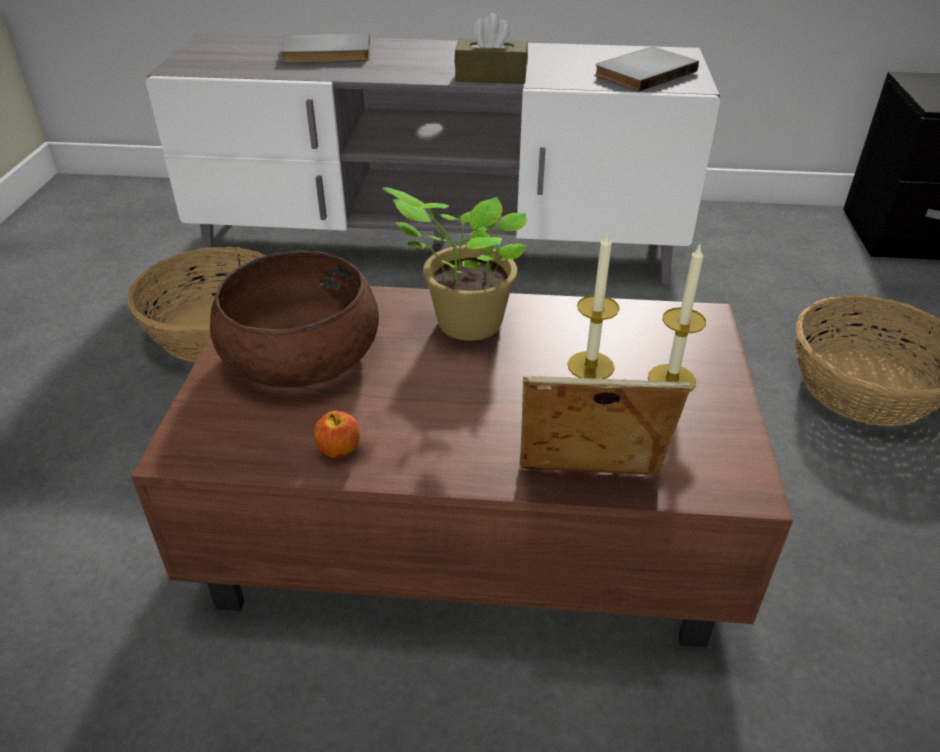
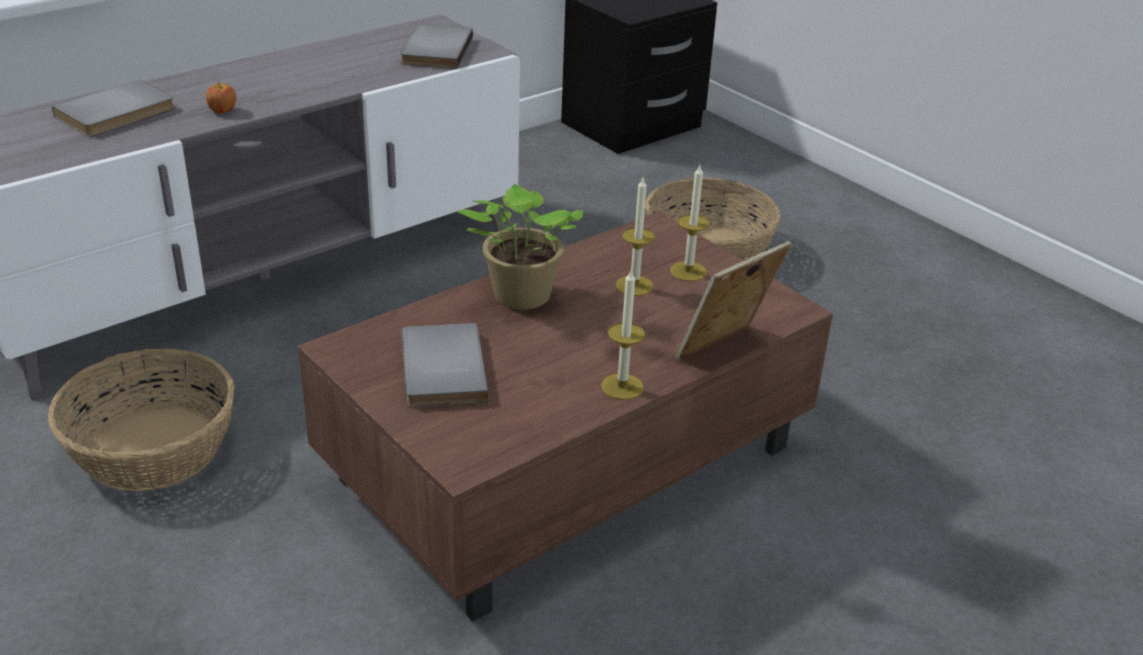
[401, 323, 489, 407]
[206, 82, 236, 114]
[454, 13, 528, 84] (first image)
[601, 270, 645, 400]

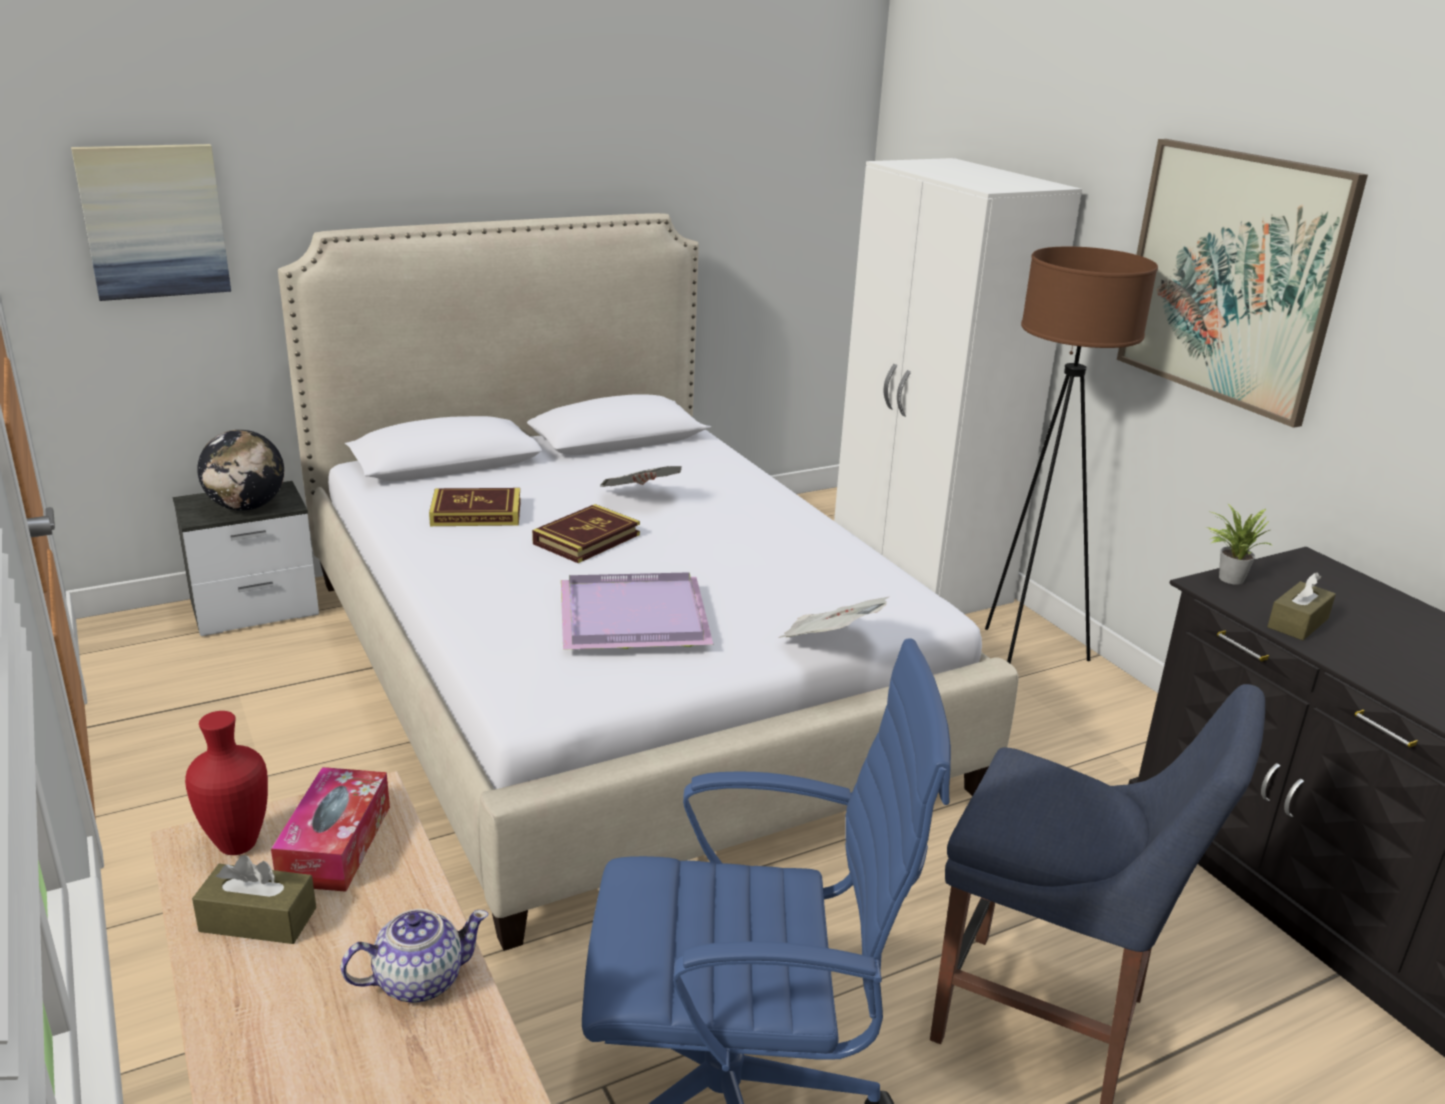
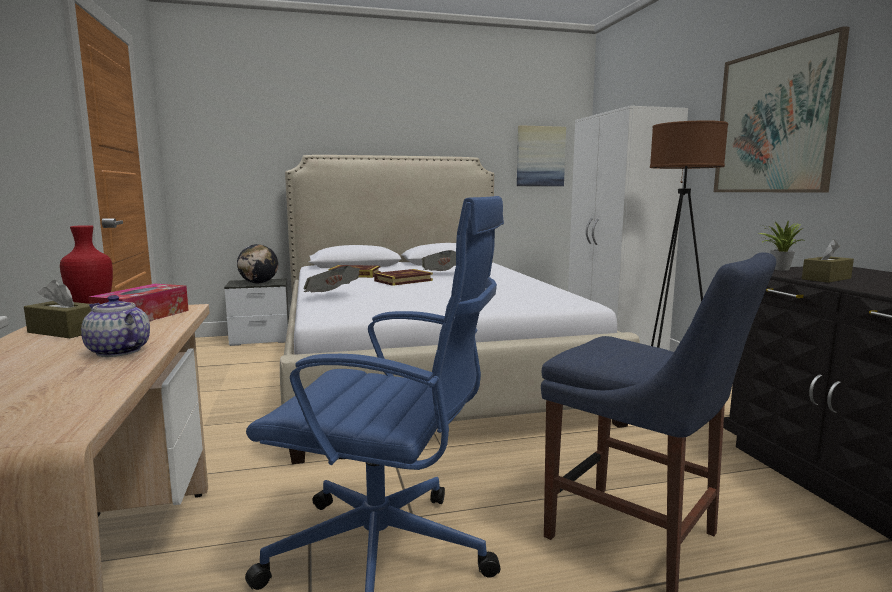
[517, 125, 566, 186]
[81, 295, 150, 357]
[561, 572, 713, 650] (first image)
[303, 266, 360, 292]

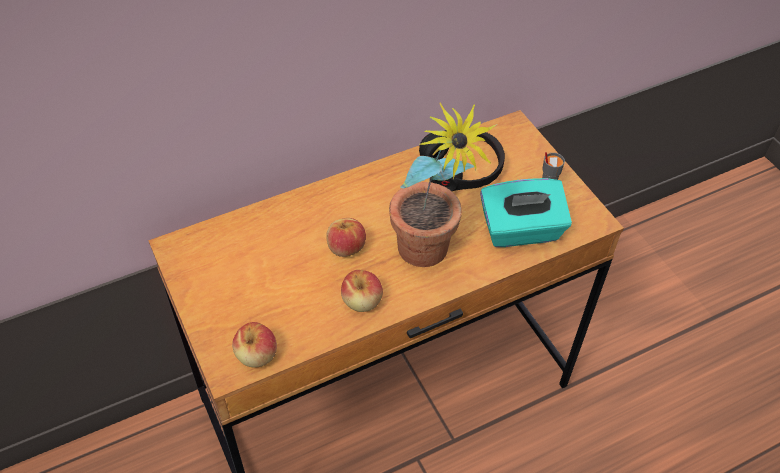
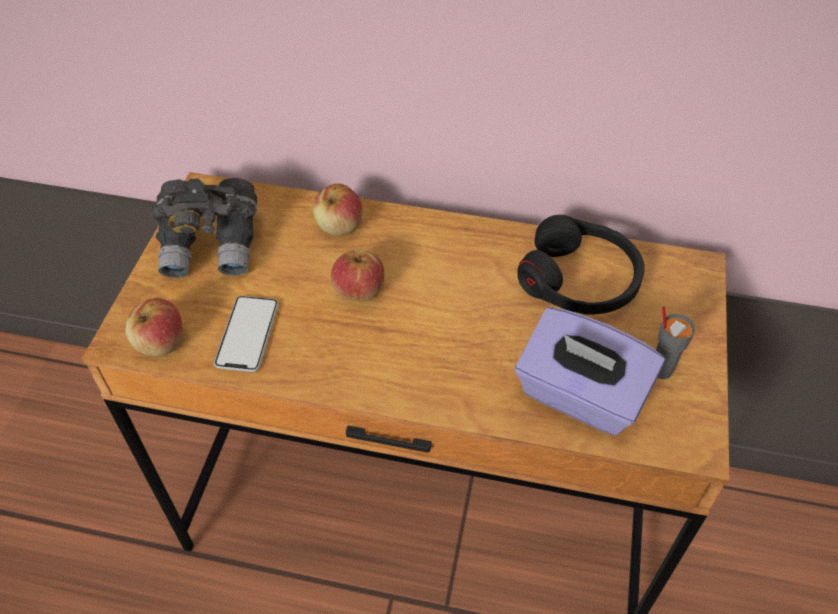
[313, 184, 362, 236]
[389, 102, 498, 267] (first image)
[515, 307, 665, 435]
[150, 178, 257, 278]
[214, 296, 279, 372]

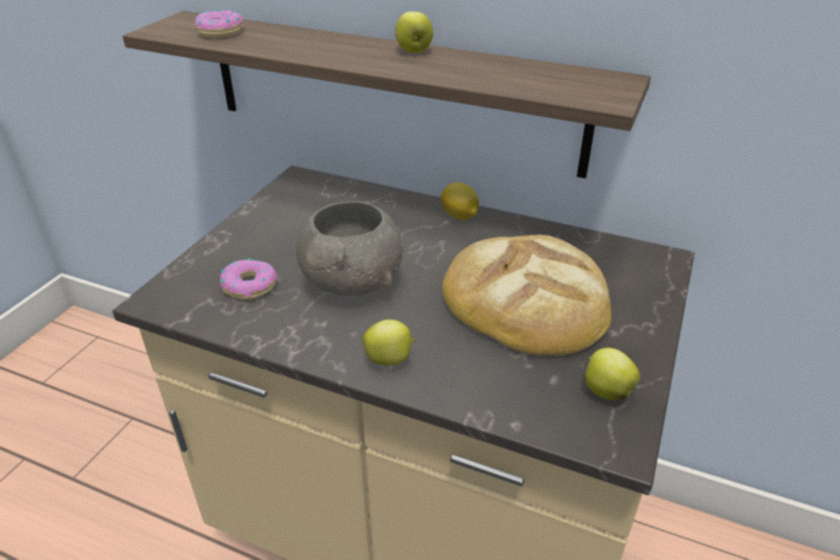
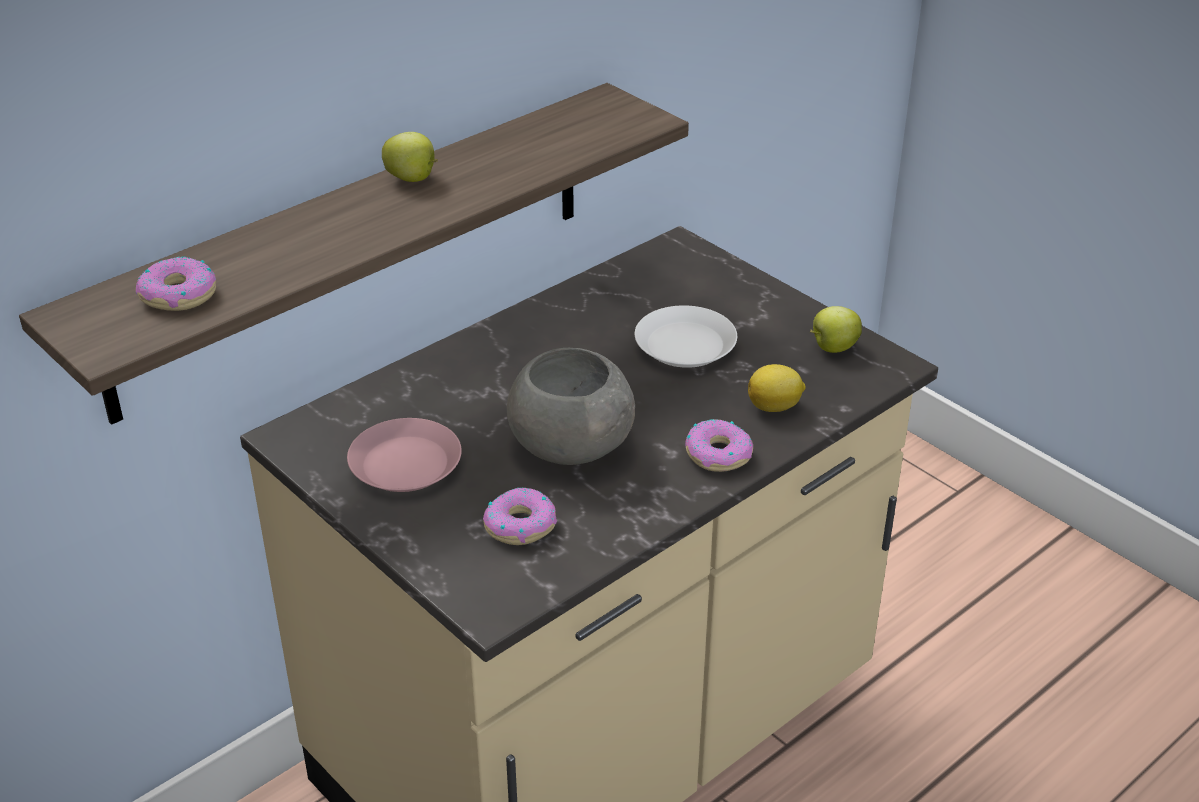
[685, 419, 753, 472]
[748, 364, 806, 412]
[635, 305, 737, 368]
[347, 418, 462, 492]

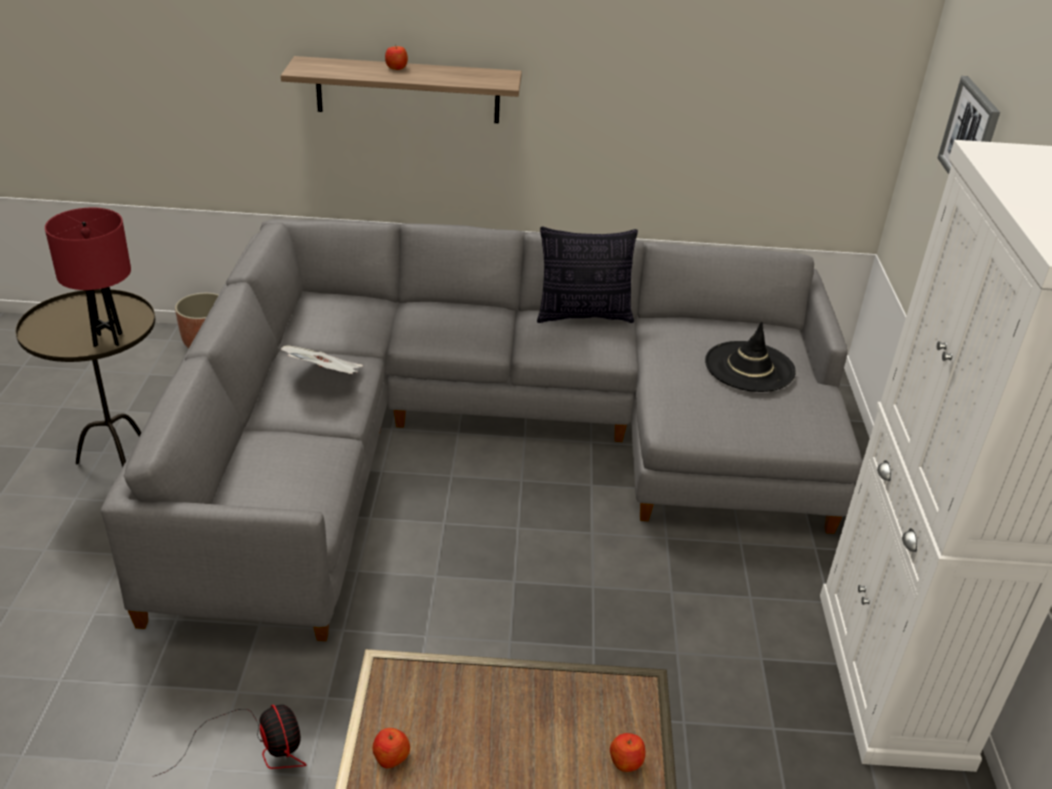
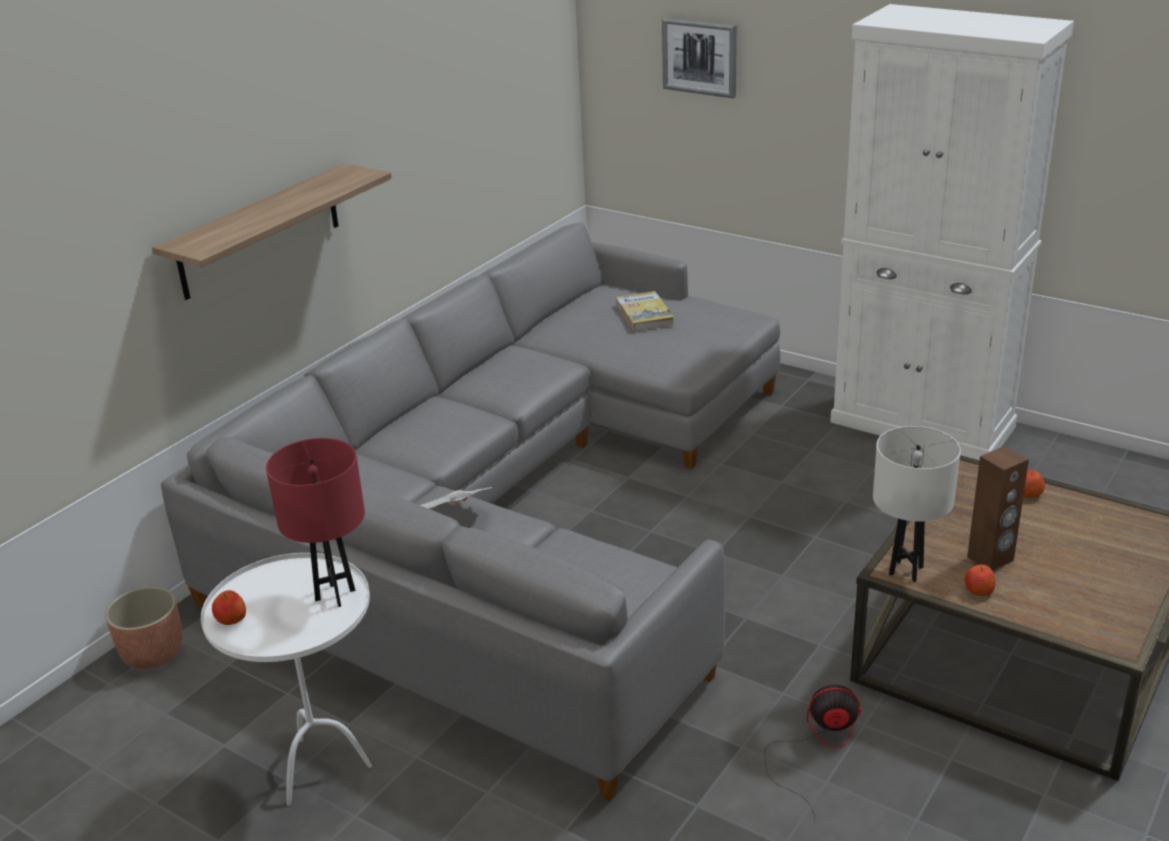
[201, 553, 372, 806]
[212, 590, 246, 625]
[537, 227, 638, 323] (first image)
[616, 291, 674, 331]
[873, 426, 961, 582]
[967, 446, 1029, 571]

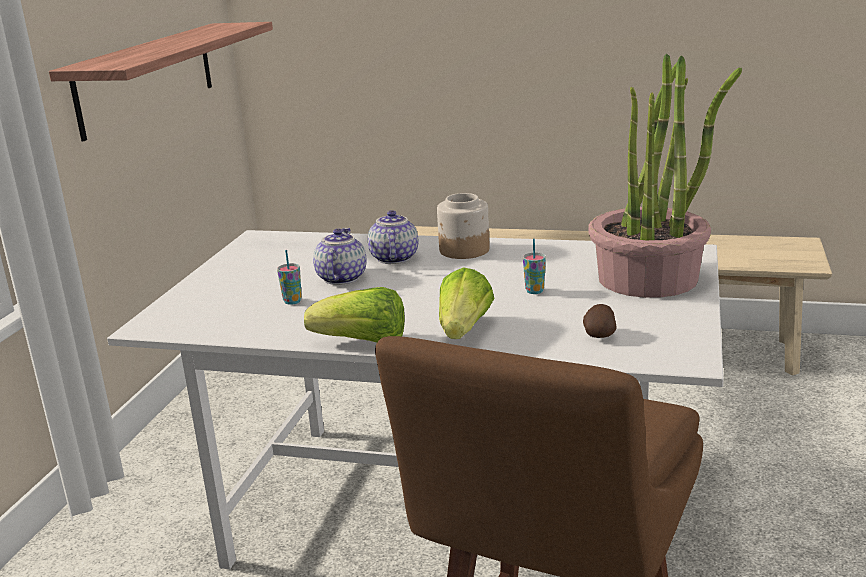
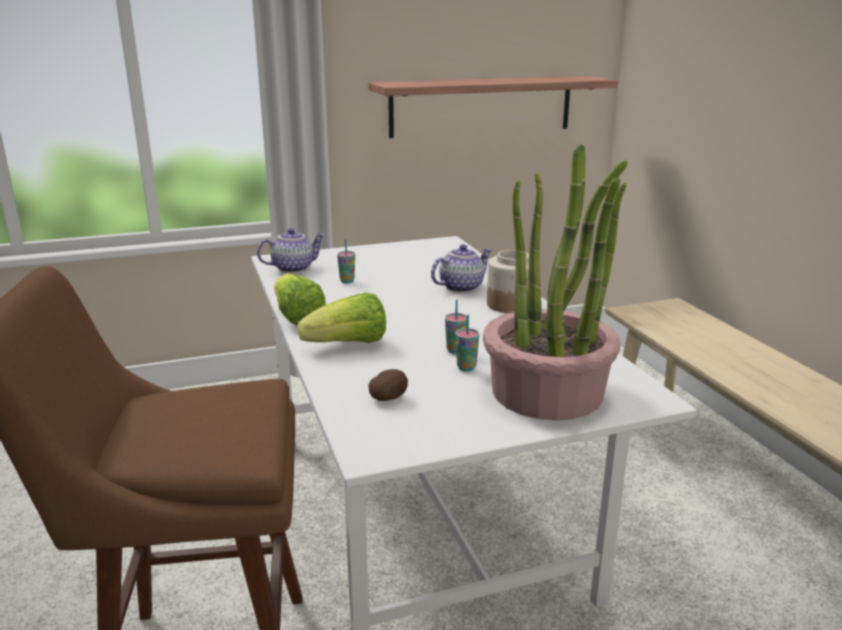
[257, 228, 325, 273]
[456, 315, 479, 372]

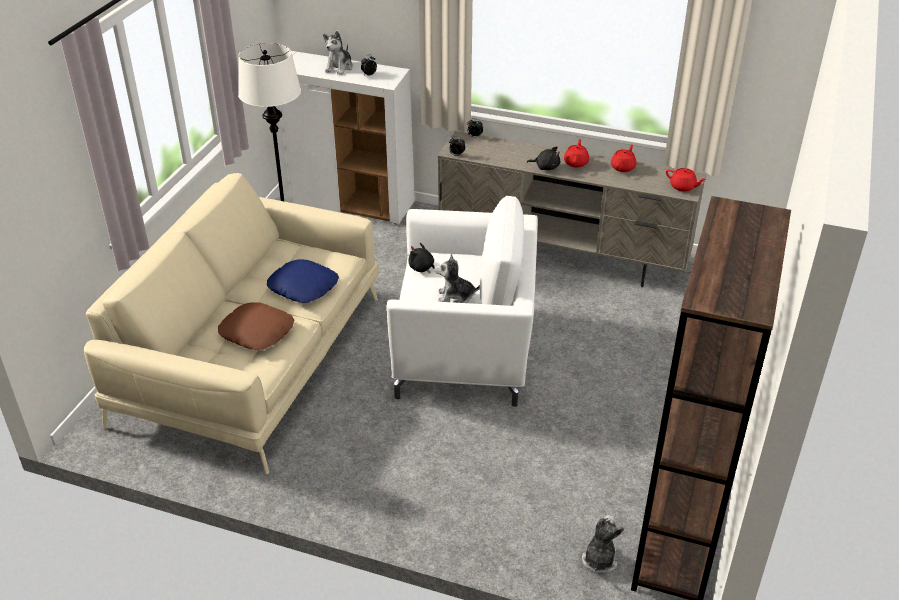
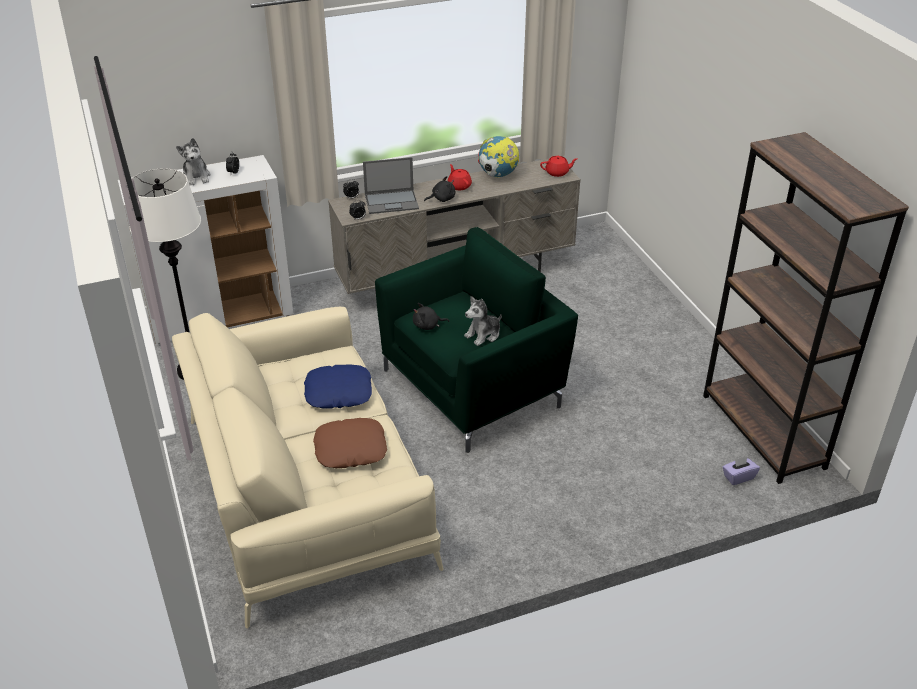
[375, 227, 578, 453]
[723, 456, 760, 485]
[478, 136, 519, 178]
[363, 157, 419, 214]

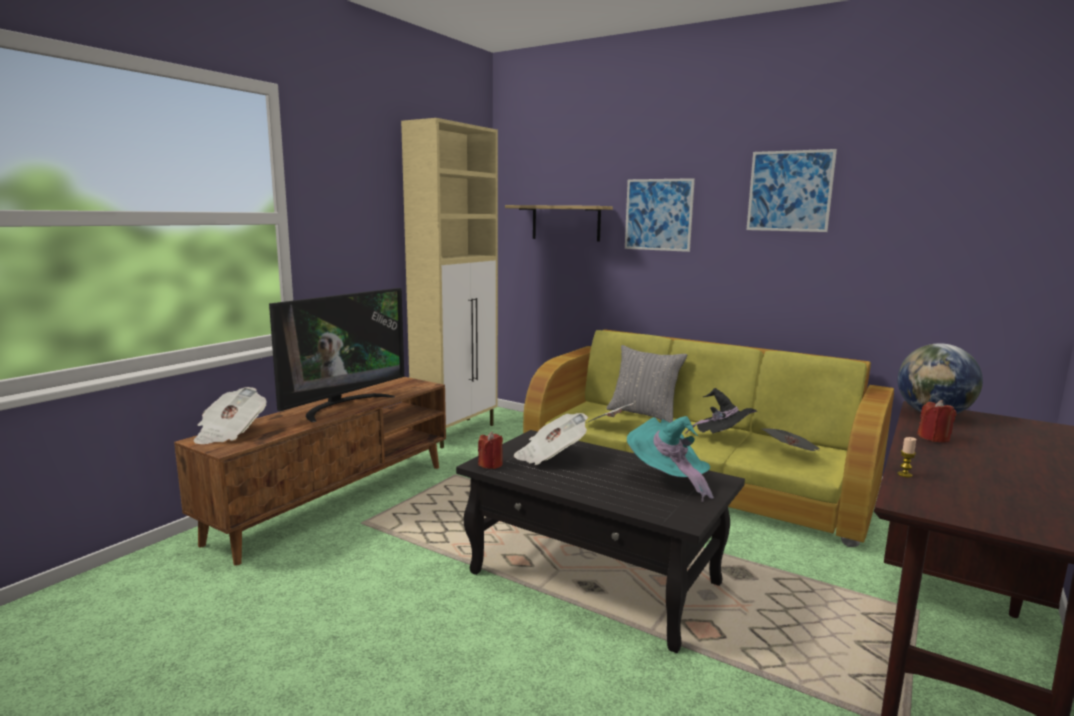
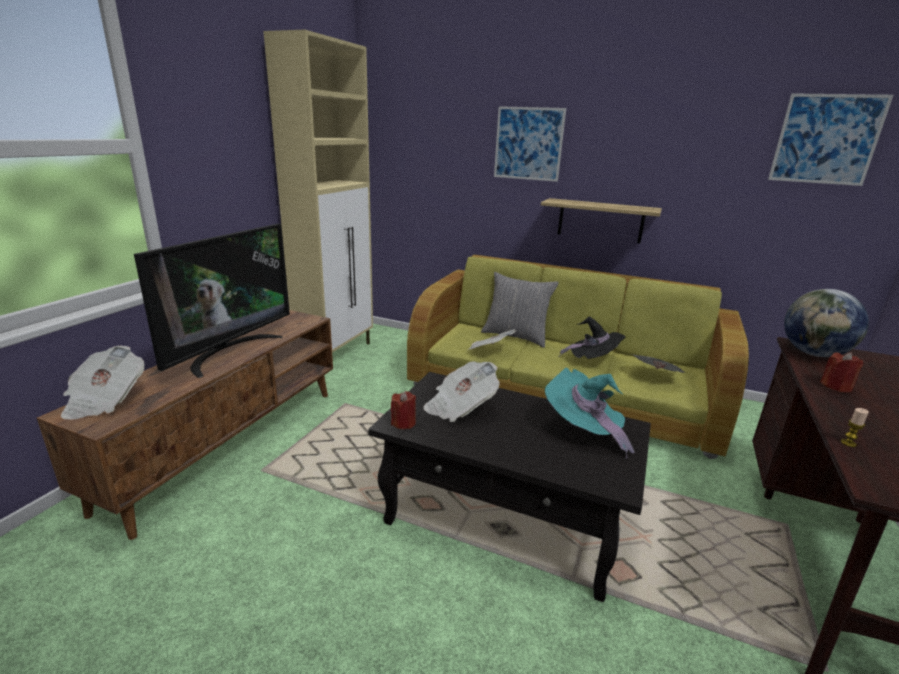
[541, 198, 662, 244]
[768, 93, 893, 186]

